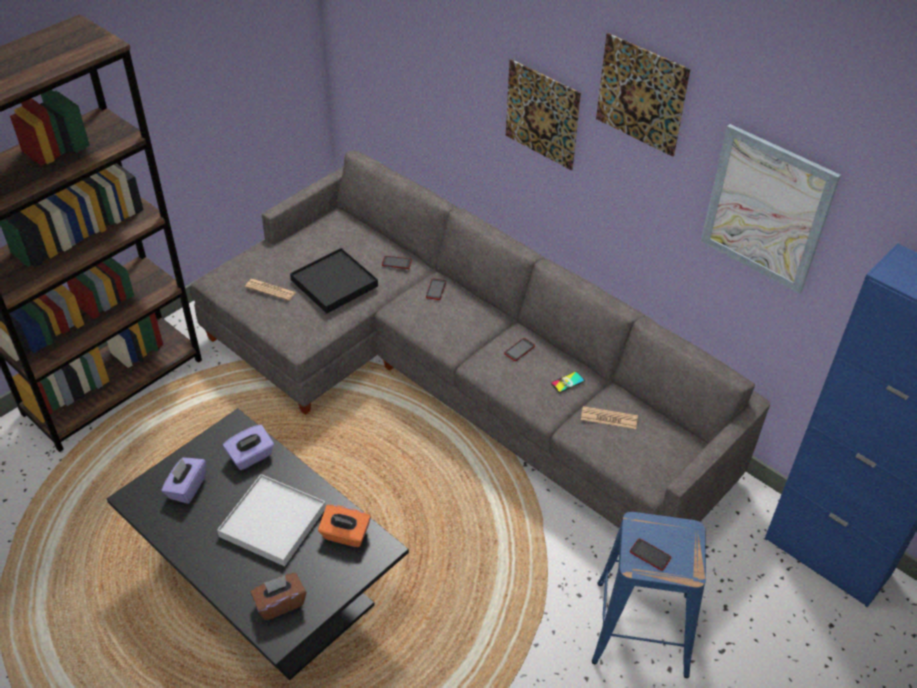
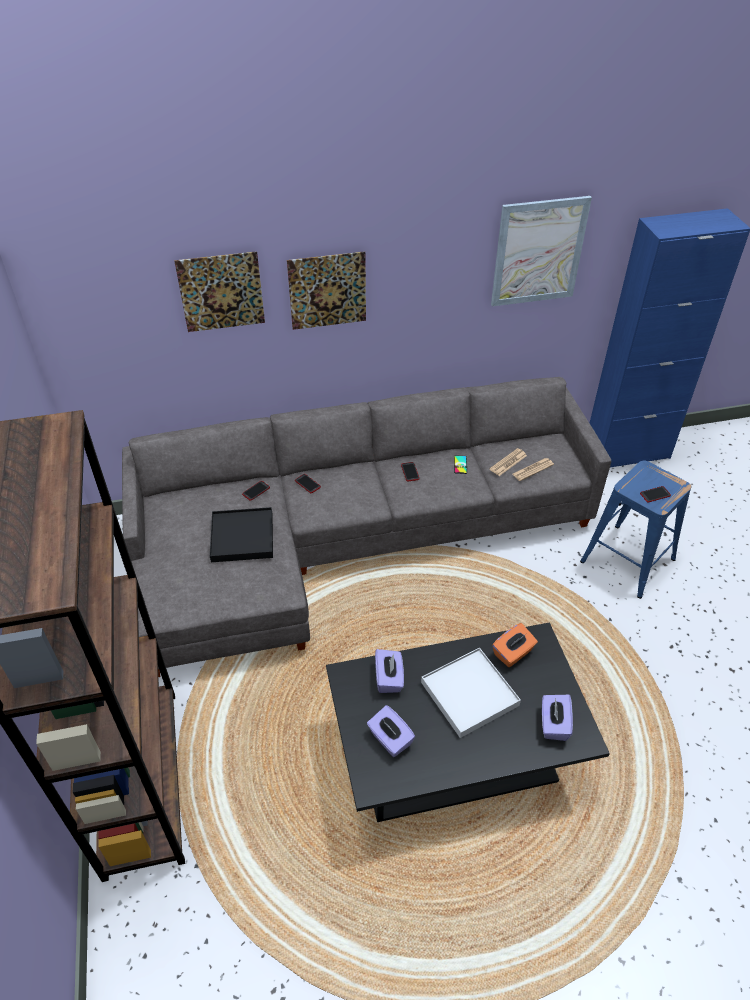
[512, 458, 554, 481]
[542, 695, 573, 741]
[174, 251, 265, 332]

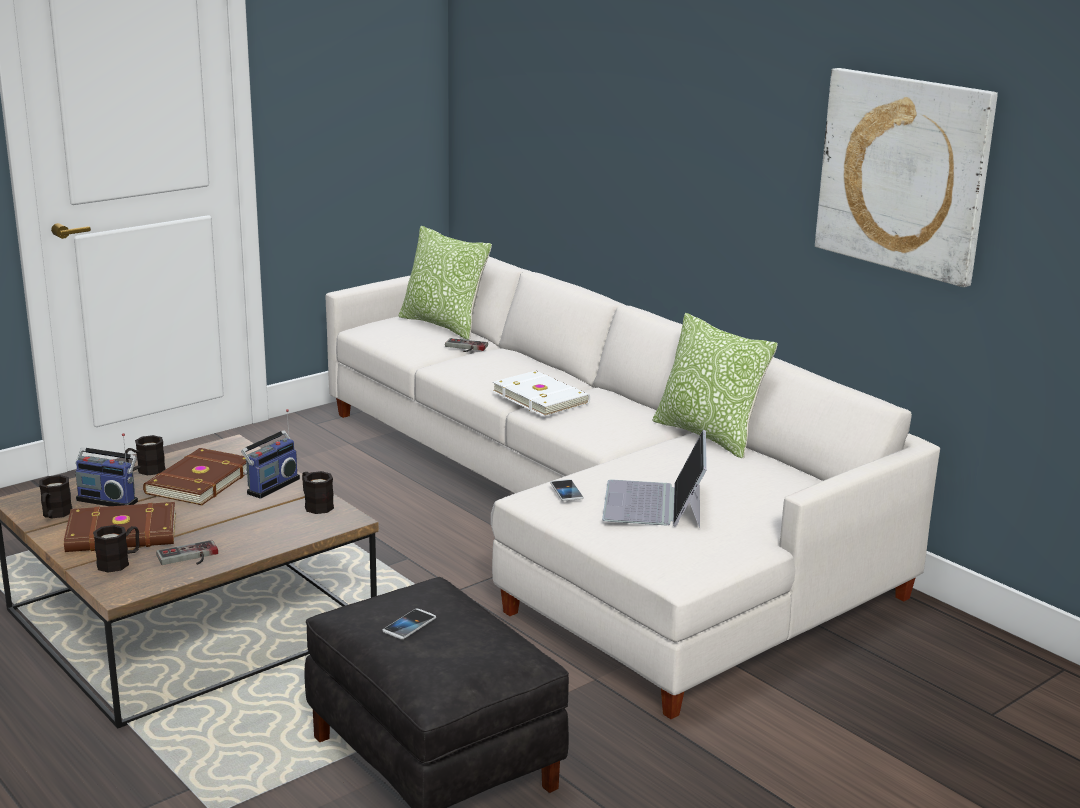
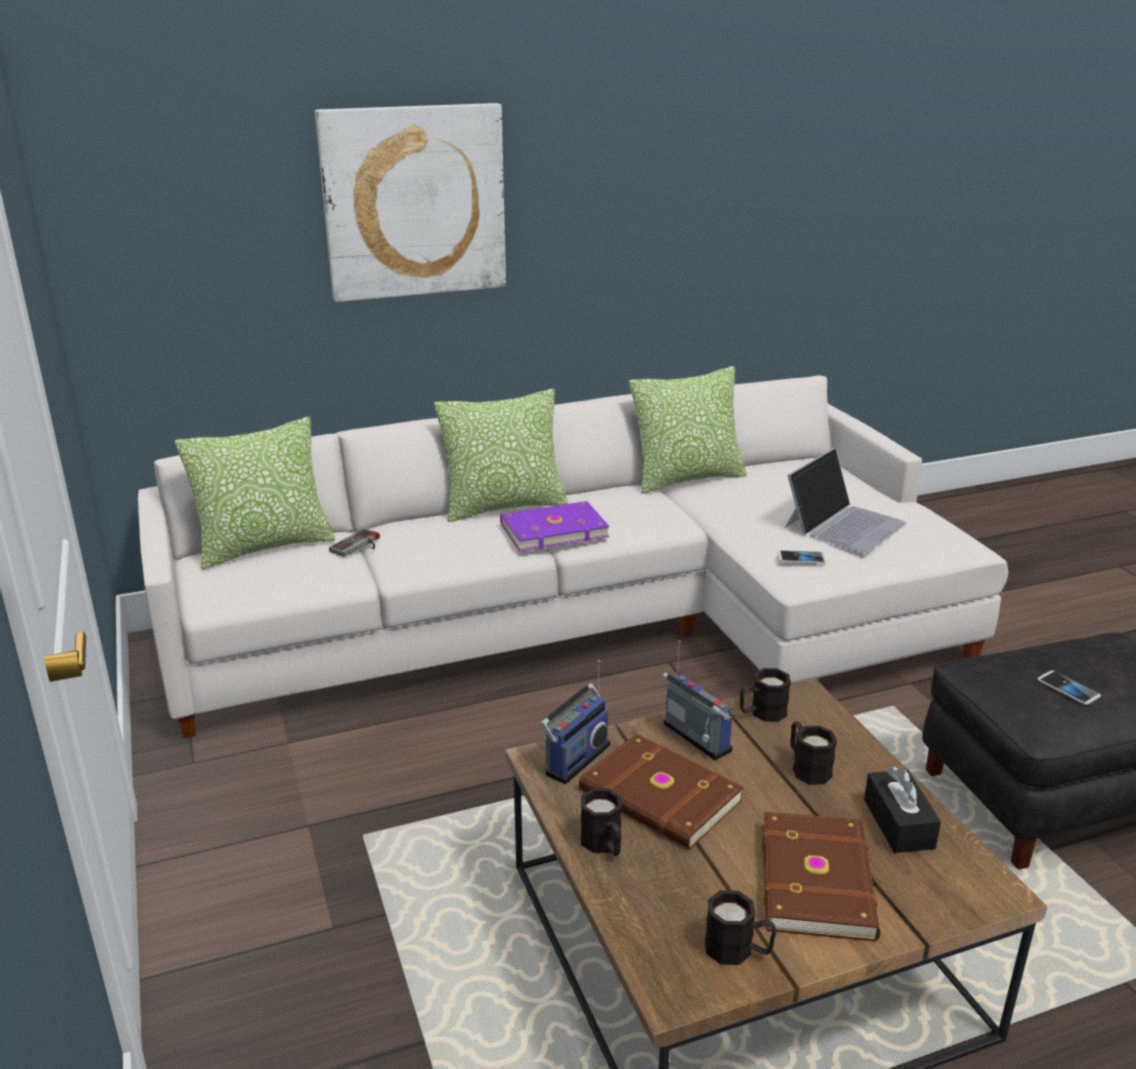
[540, 660, 610, 784]
[790, 721, 837, 785]
[864, 767, 941, 853]
[500, 501, 610, 552]
[785, 448, 906, 554]
[315, 103, 506, 302]
[434, 389, 568, 522]

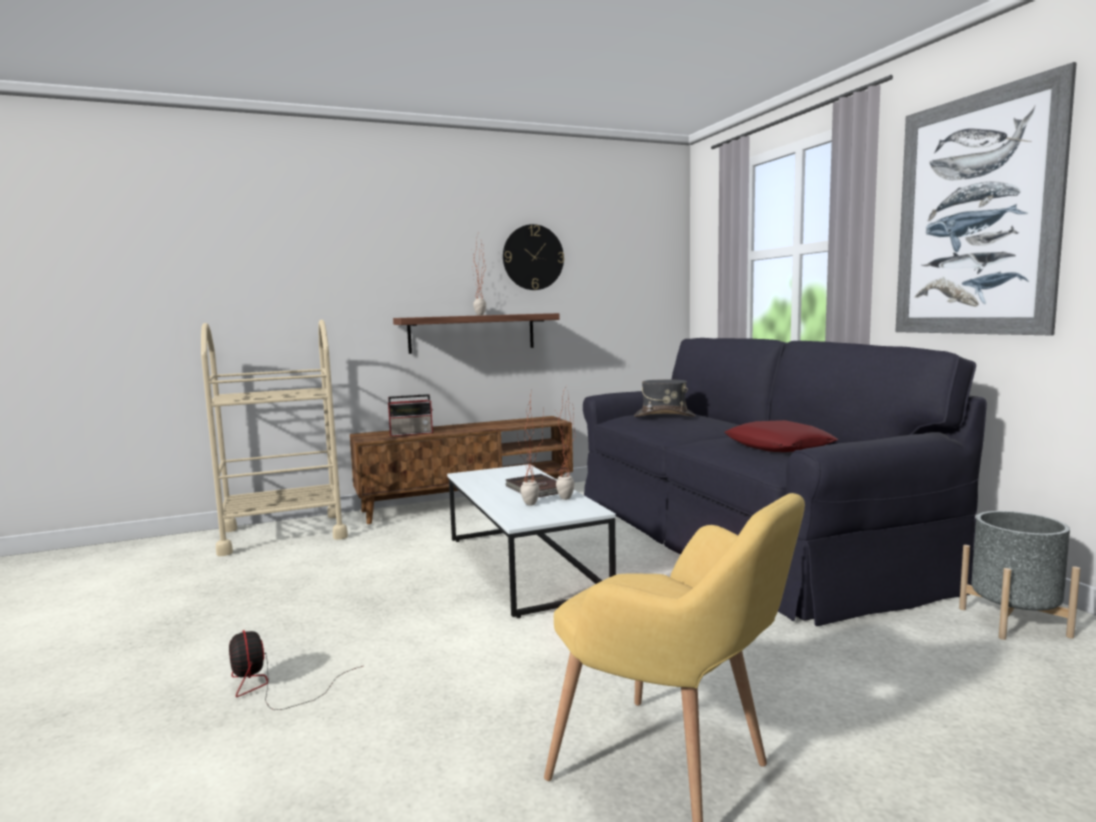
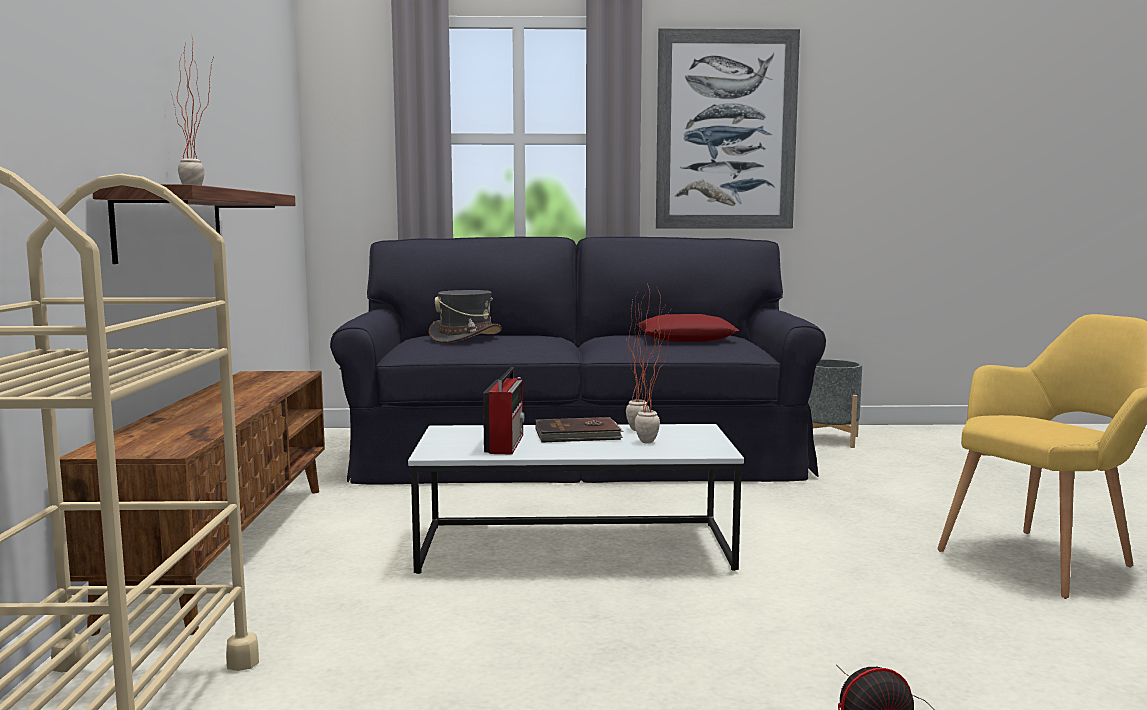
[483, 367, 524, 454]
[503, 224, 564, 290] (first image)

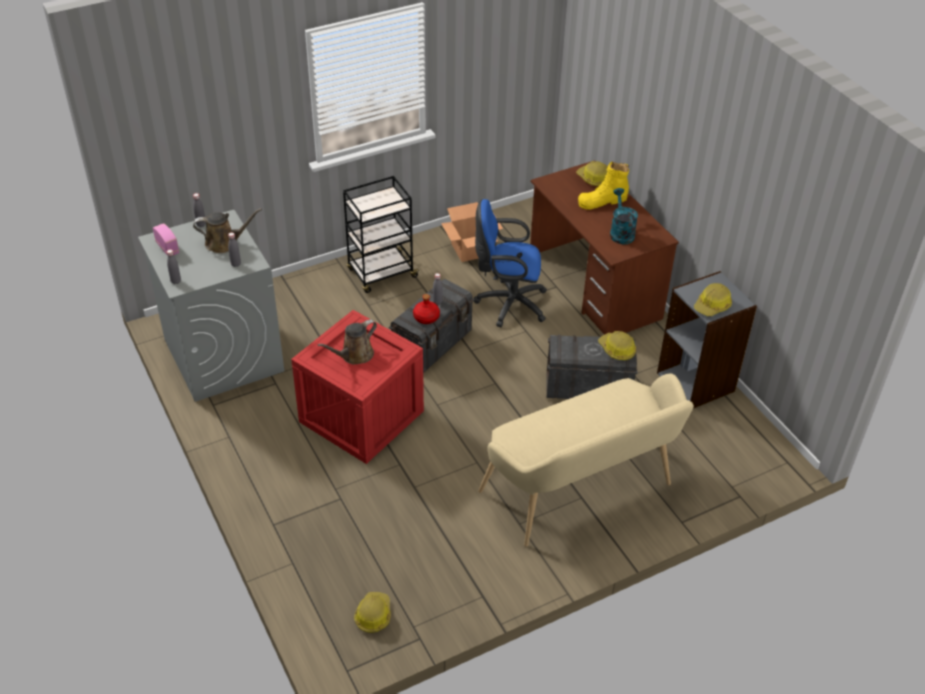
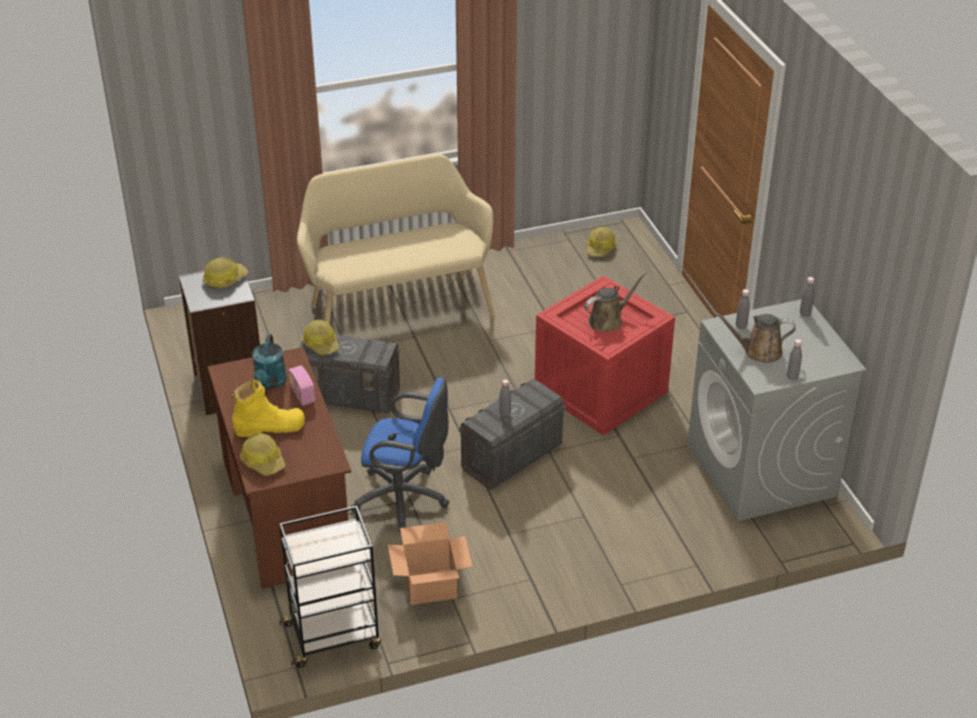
[288, 365, 315, 406]
[279, 506, 381, 668]
[413, 294, 440, 324] (first image)

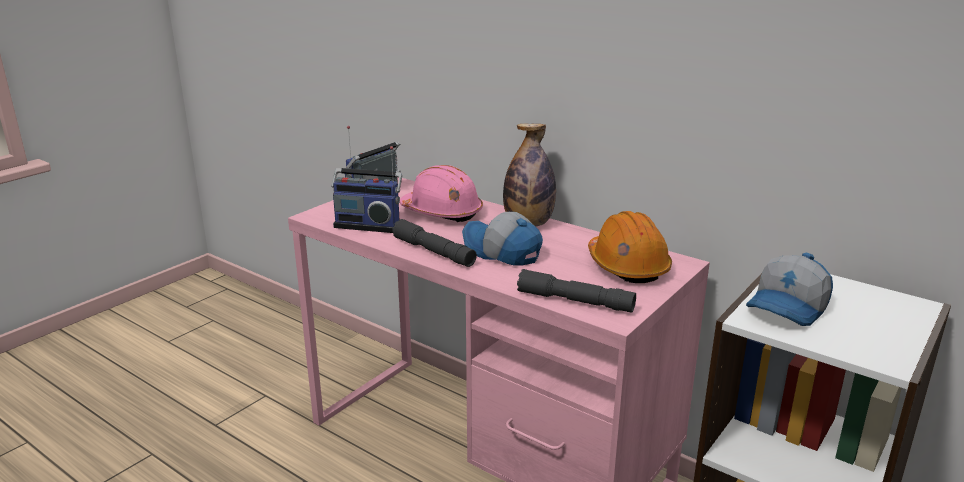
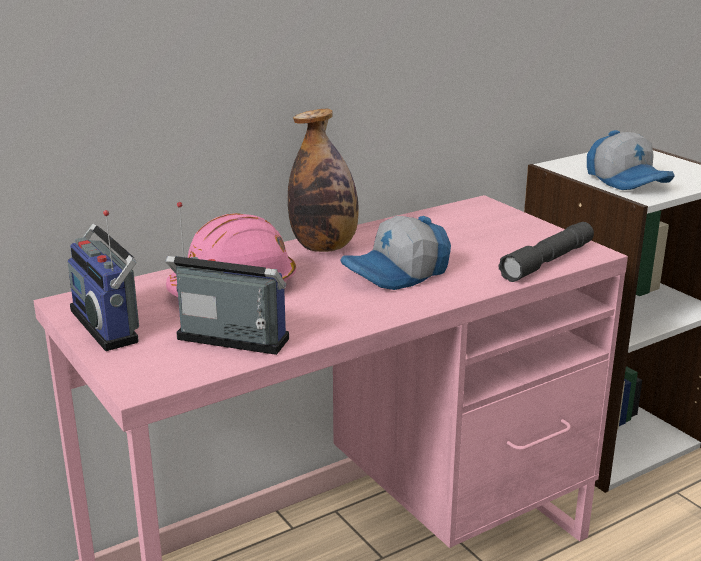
[165, 202, 289, 355]
[392, 219, 477, 267] (first image)
[588, 211, 672, 283] (first image)

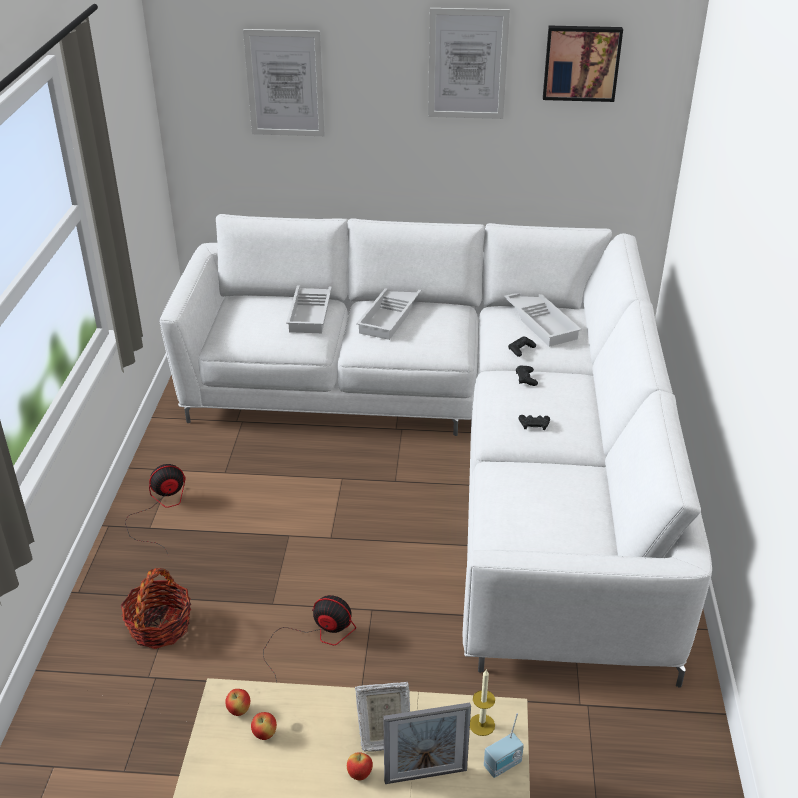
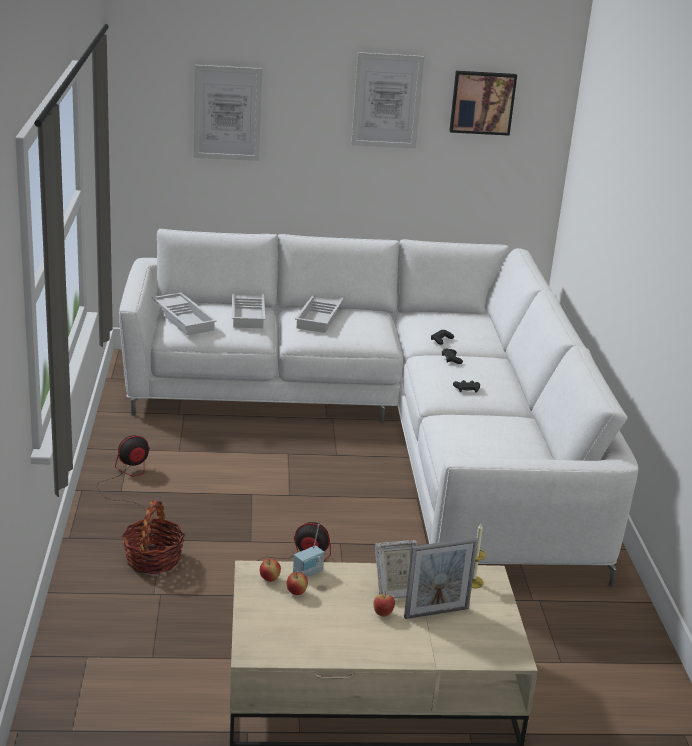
[293, 524, 324, 577]
[152, 292, 217, 335]

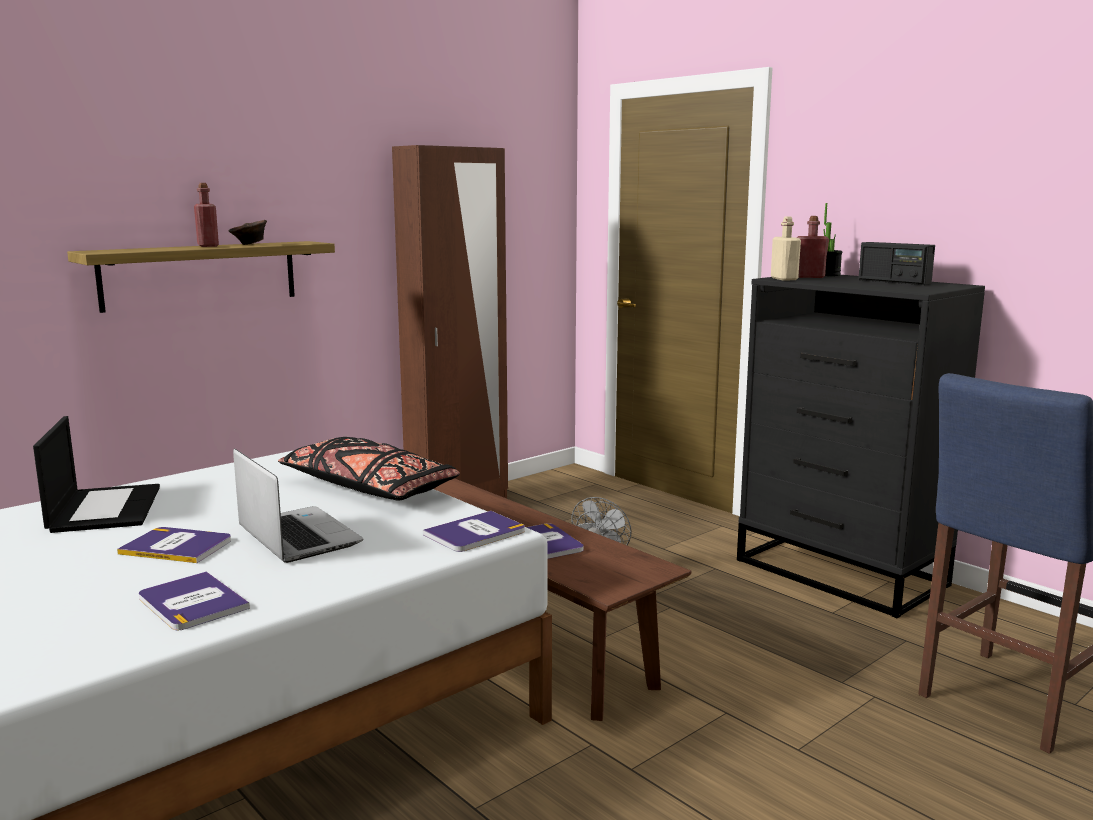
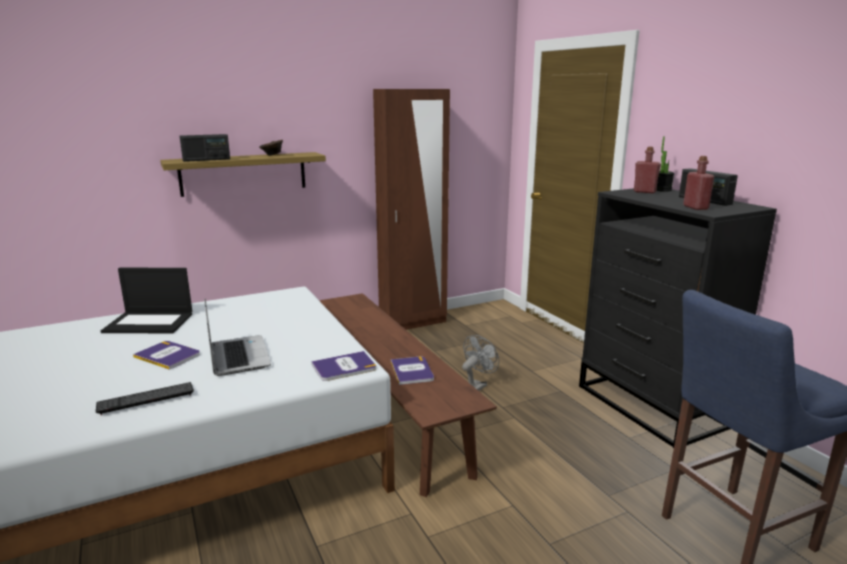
[101, 268, 192, 333]
[96, 382, 194, 415]
[683, 156, 714, 210]
[278, 437, 460, 500] (first image)
[771, 217, 801, 281] (first image)
[180, 134, 230, 162]

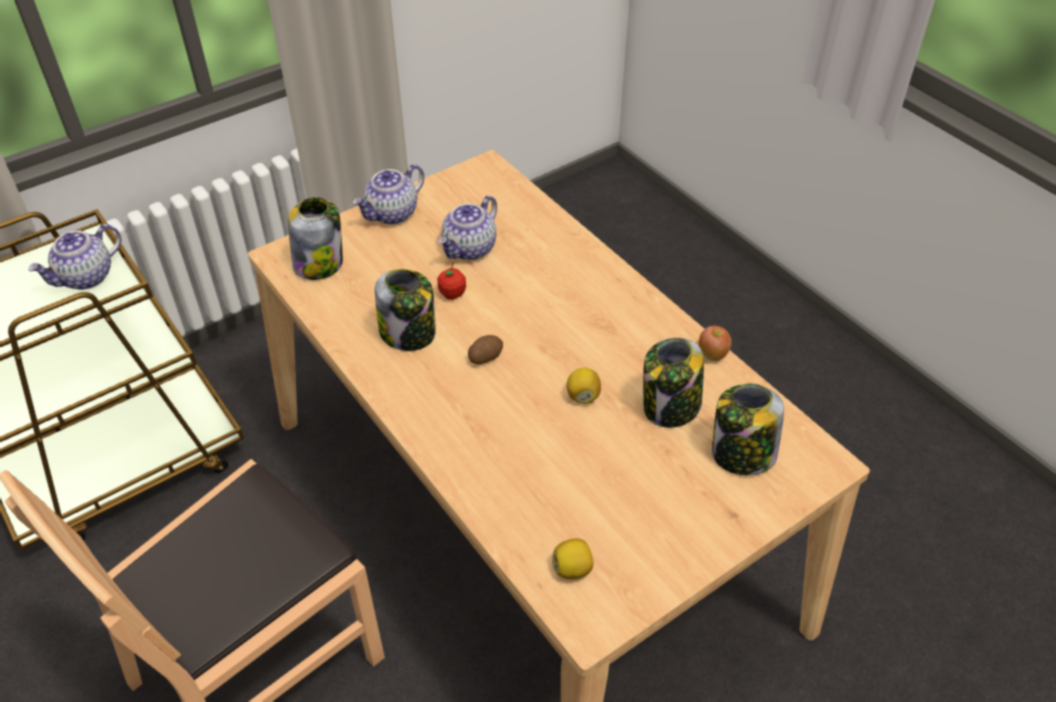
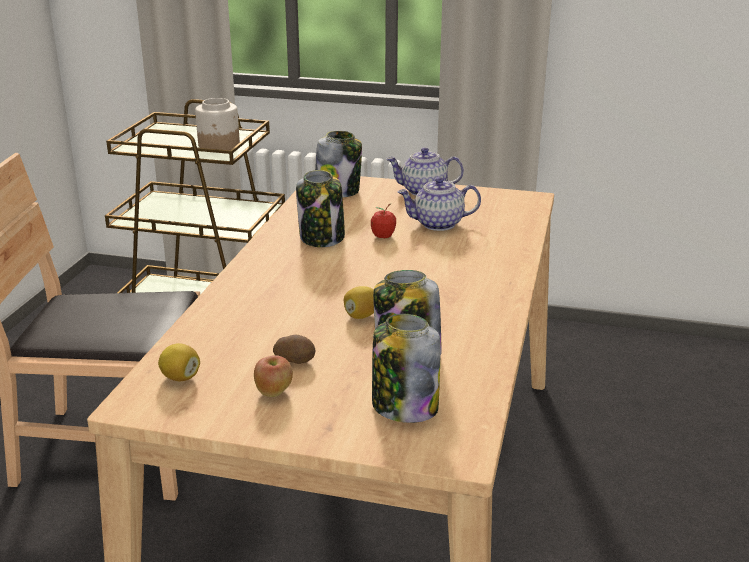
[195, 98, 240, 150]
[273, 335, 316, 364]
[254, 355, 293, 397]

